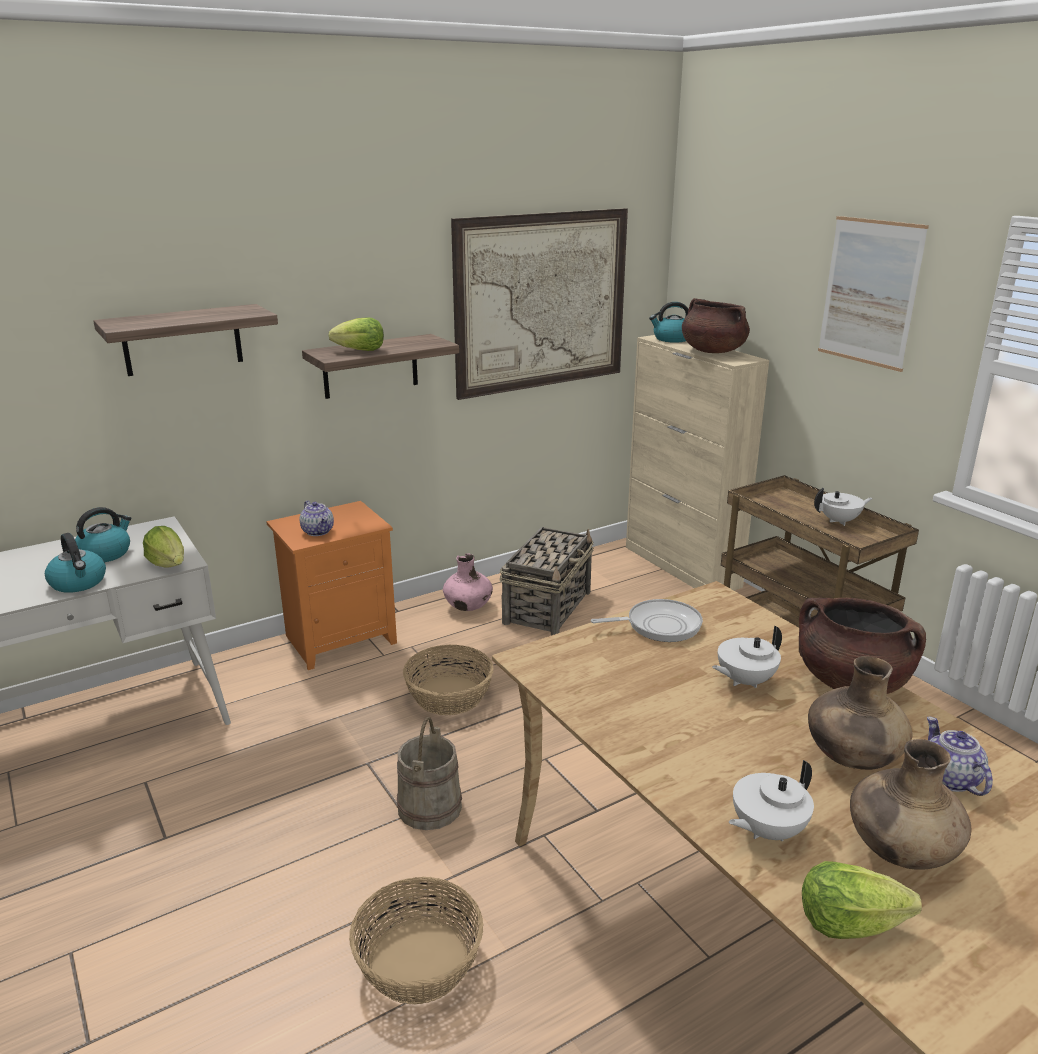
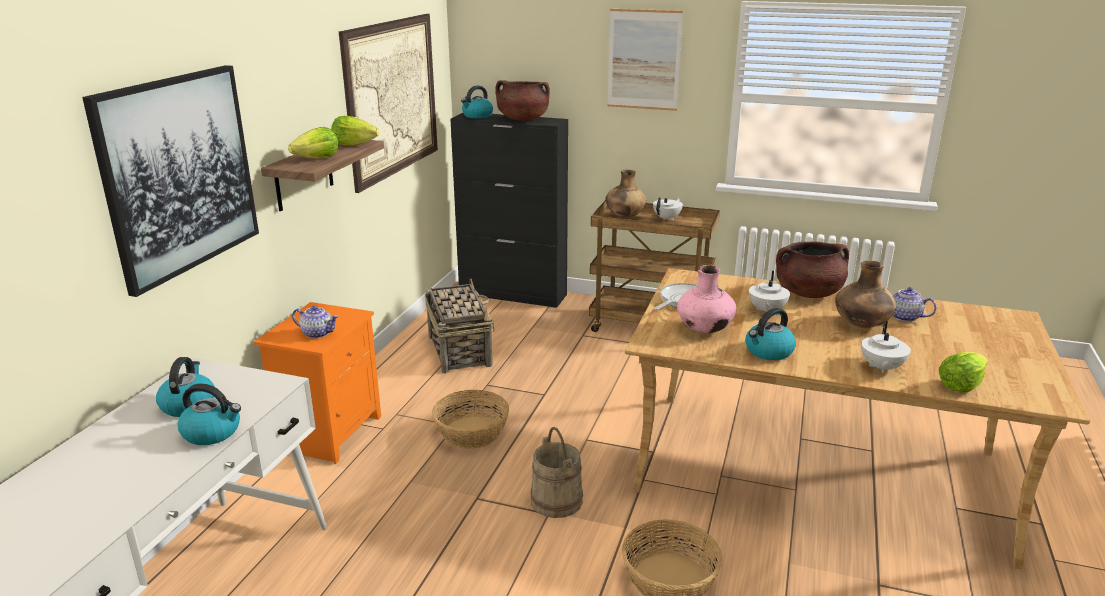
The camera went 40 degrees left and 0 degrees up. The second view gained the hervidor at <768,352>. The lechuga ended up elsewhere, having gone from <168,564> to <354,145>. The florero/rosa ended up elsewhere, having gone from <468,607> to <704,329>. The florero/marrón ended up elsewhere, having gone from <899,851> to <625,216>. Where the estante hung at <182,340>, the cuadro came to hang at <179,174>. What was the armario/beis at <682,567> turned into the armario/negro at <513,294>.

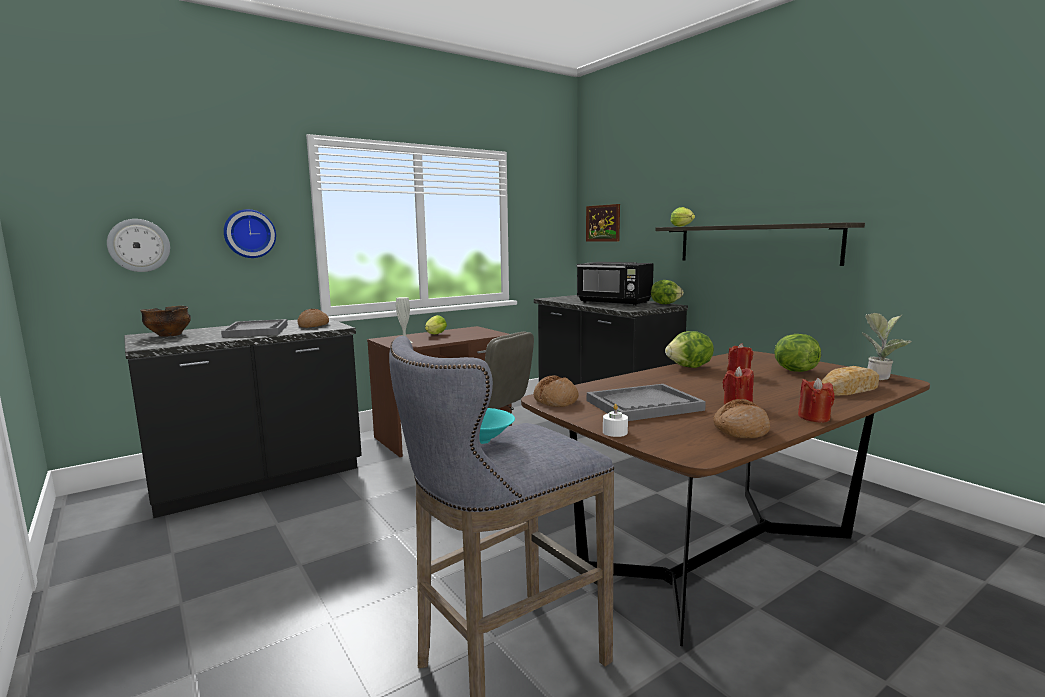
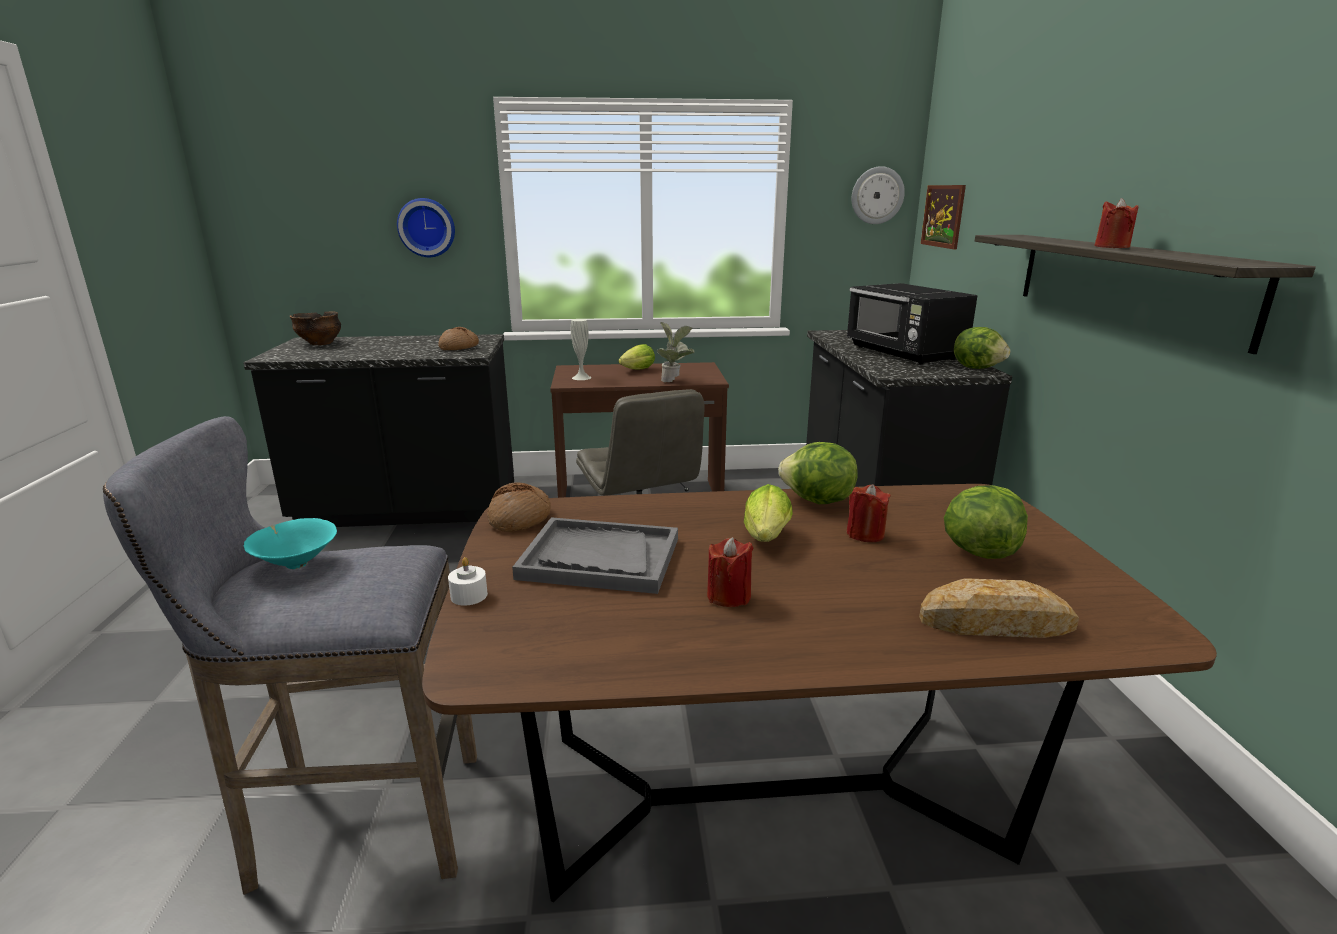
The camera went 30 degrees right and 10 degrees up. The second view lost the bandeja/gris at <257,330>. The second view lost the pan at <740,430>. The reloj de pared ended up elsewhere, having gone from <139,245> to <877,195>. The lechuga ended up elsewhere, having gone from <683,226> to <766,539>. The vela/rojo ended up elsewhere, having gone from <814,418> to <1111,247>. The planta en maceta ended up elsewhere, having gone from <881,377> to <674,381>.

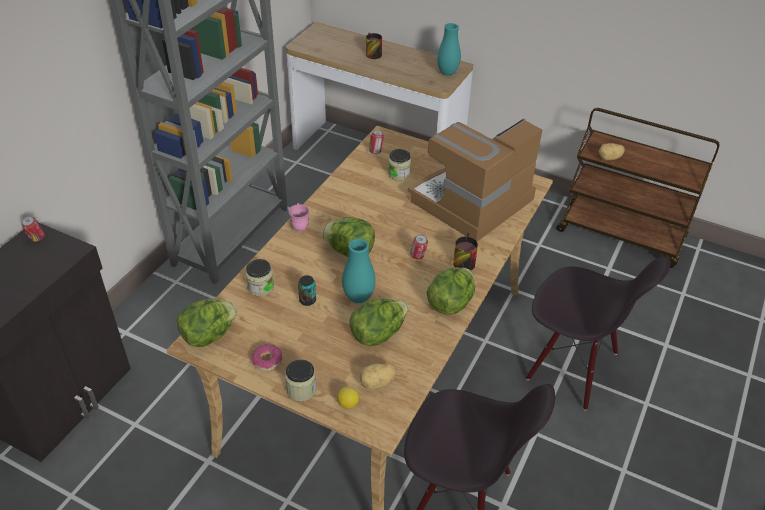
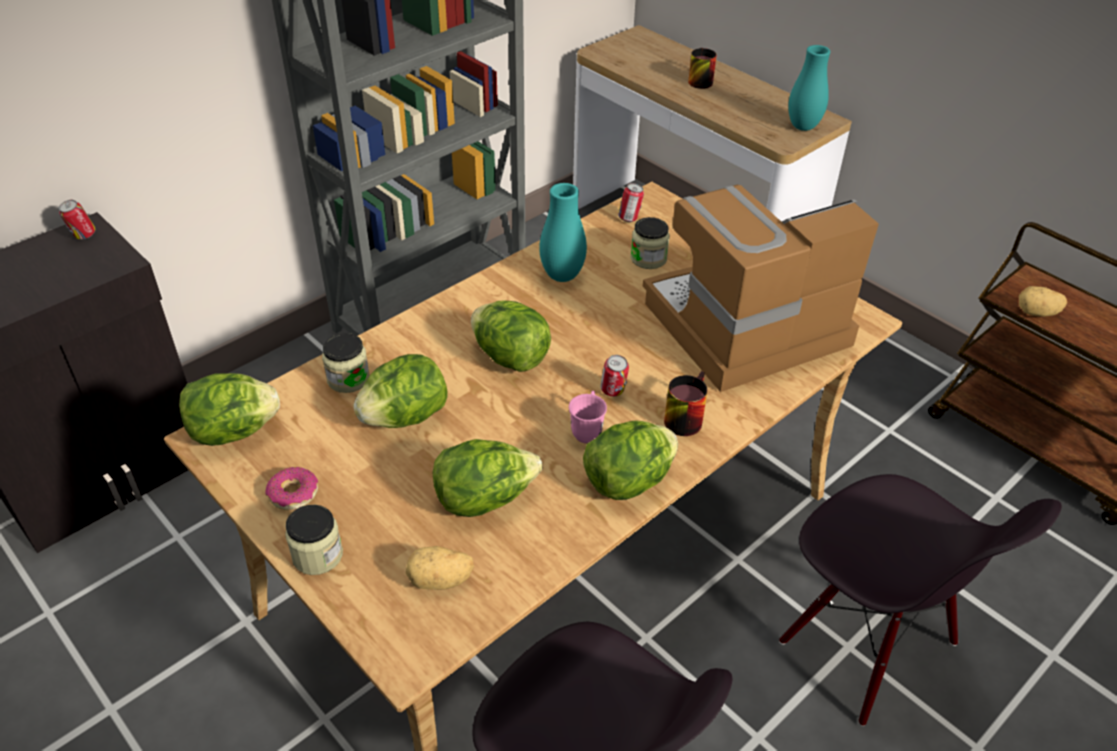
The camera went 20 degrees right and 0 degrees up. The second view lost the limón at <347,404>. The taza grande/rosa ended up elsewhere, having gone from <299,225> to <587,430>. The florero/turquesa ended up elsewhere, having gone from <358,297> to <562,276>. Where the lata stood at <307,300>, the lechuga came to stand at <405,417>.

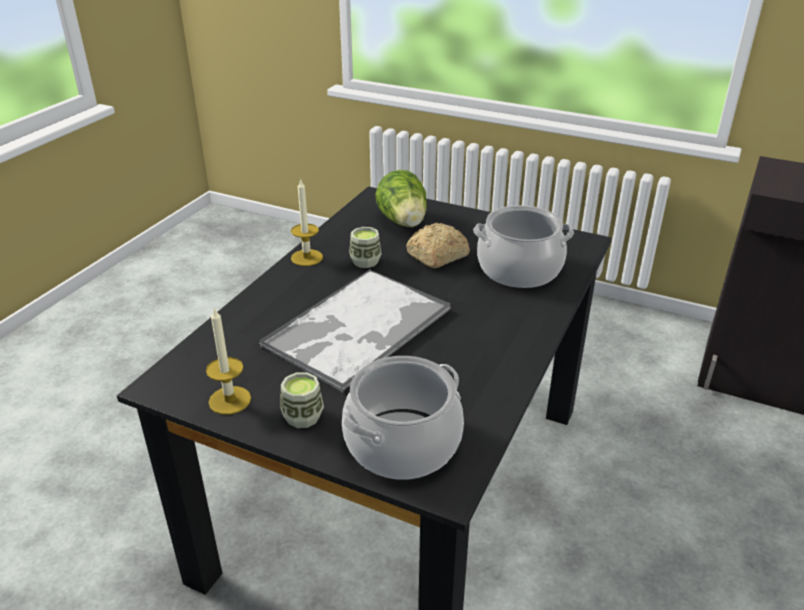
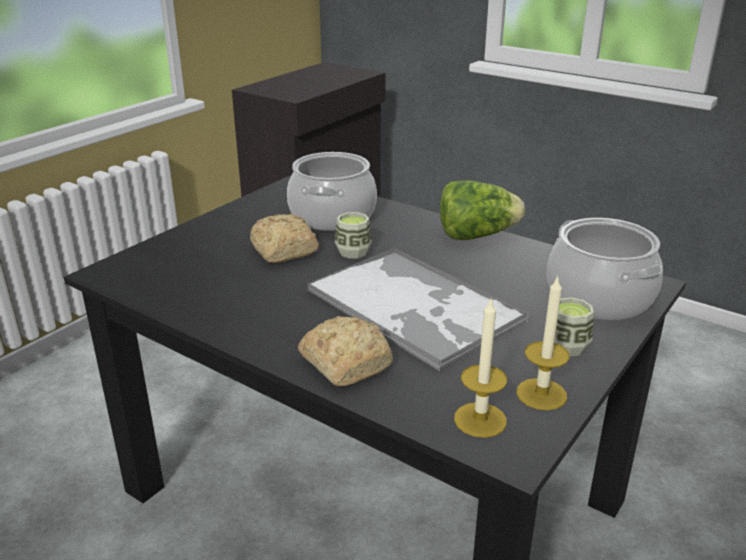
The camera went 80 degrees left and 5 degrees down. The second view gained the pan at <346,362>. The vela ended up elsewhere, having gone from <307,257> to <480,420>. The taza ended up elsewhere, having gone from <365,261> to <353,252>. The lechuga ended up elsewhere, having gone from <404,222> to <476,235>.

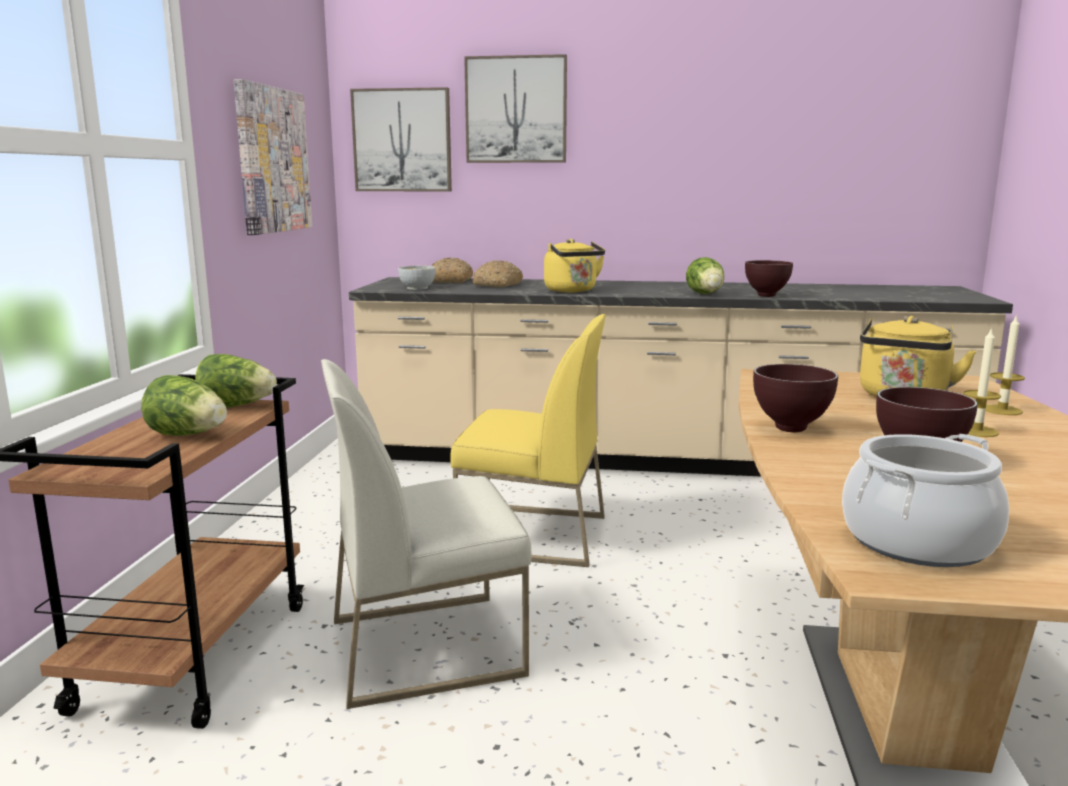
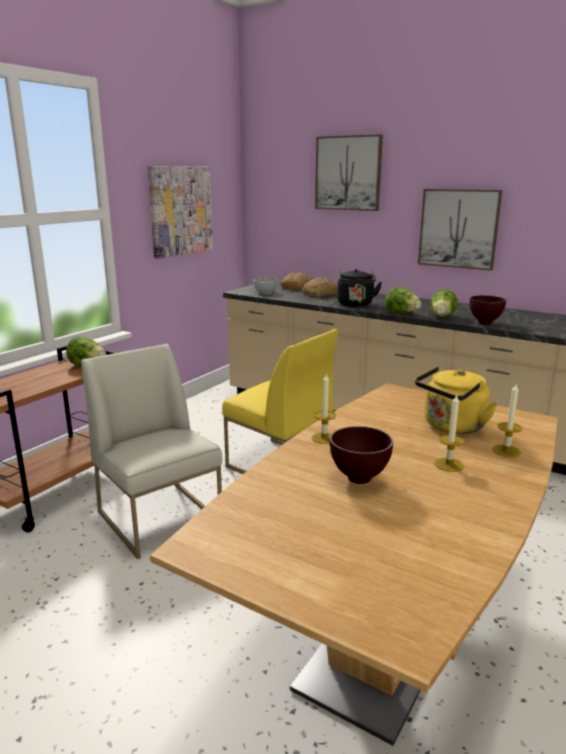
The camera went 25 degrees right and 5 degrees up. The second view lost the olla at <917,541>. The lechuga ended up elsewhere, having gone from <188,435> to <402,313>. The cuadro ended up elsewhere, having gone from <402,140> to <458,228>. Where the cuenco/marrón stood at <789,429>, the vela came to stand at <324,438>. What was the hervidor/amarillo at <572,291> turned into the hervidor/negro at <355,305>. The silla/blanco at <427,646> ended up facing another way, 45 degrees clockwise from before.

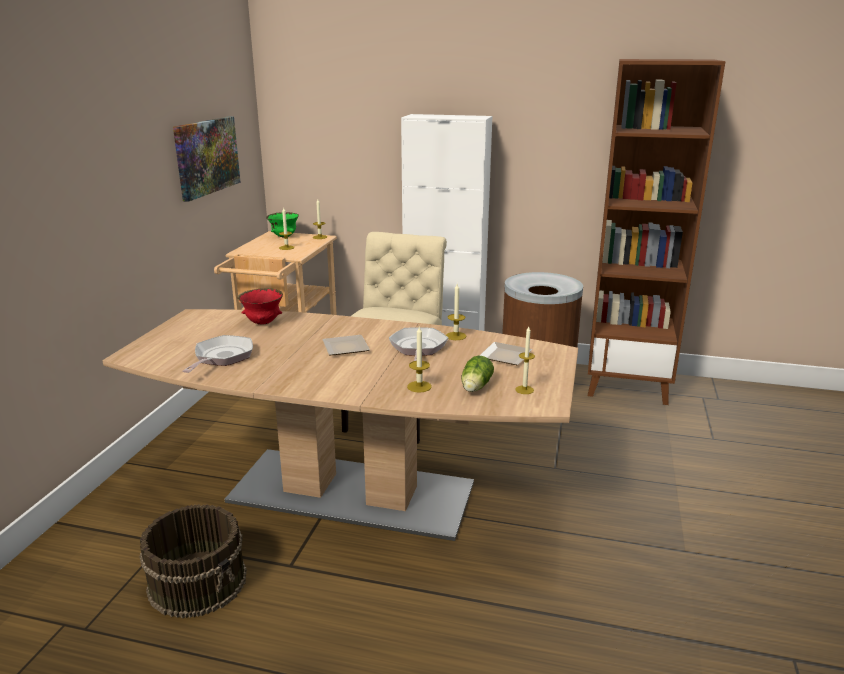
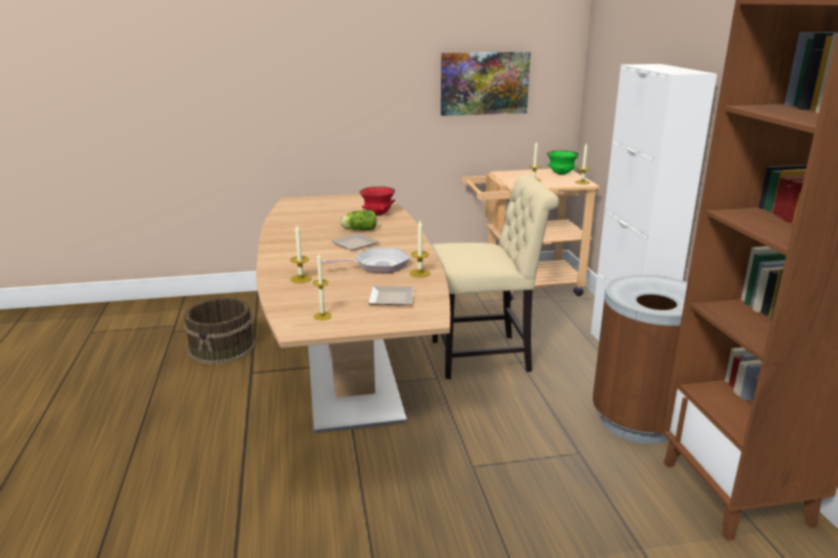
The camera went 65 degrees right and 0 degrees up. The second view lost the sartén at <222,357>. The lechuga ended up elsewhere, having gone from <475,387> to <358,230>.

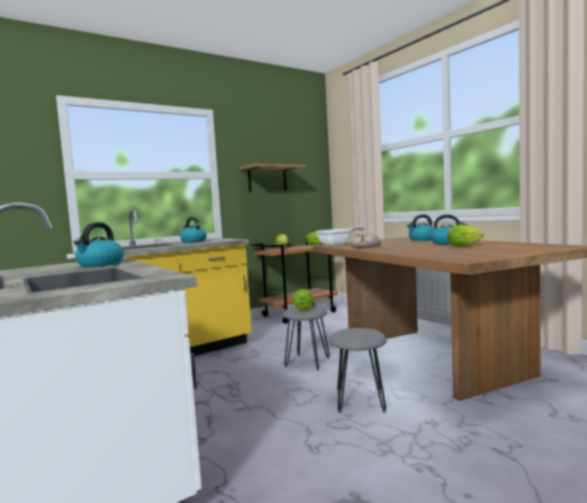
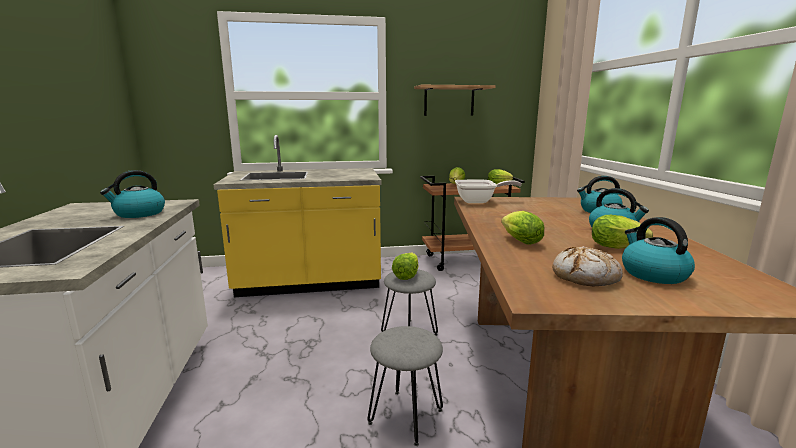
The camera went 25 degrees right and 10 degrees up. The second view gained the lechuga at <518,241>. The hervidor ended up elsewhere, having gone from <193,241> to <652,274>. The pan ended up elsewhere, having gone from <365,247> to <585,276>.

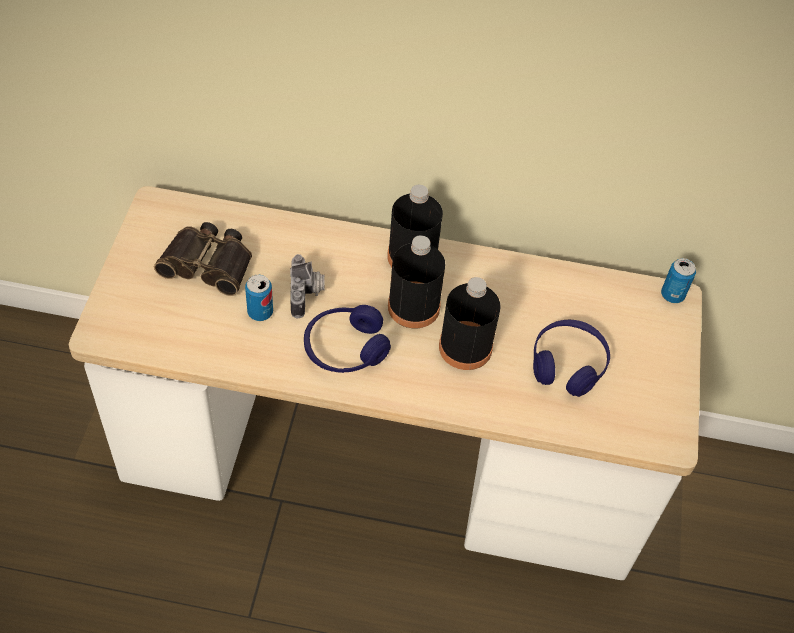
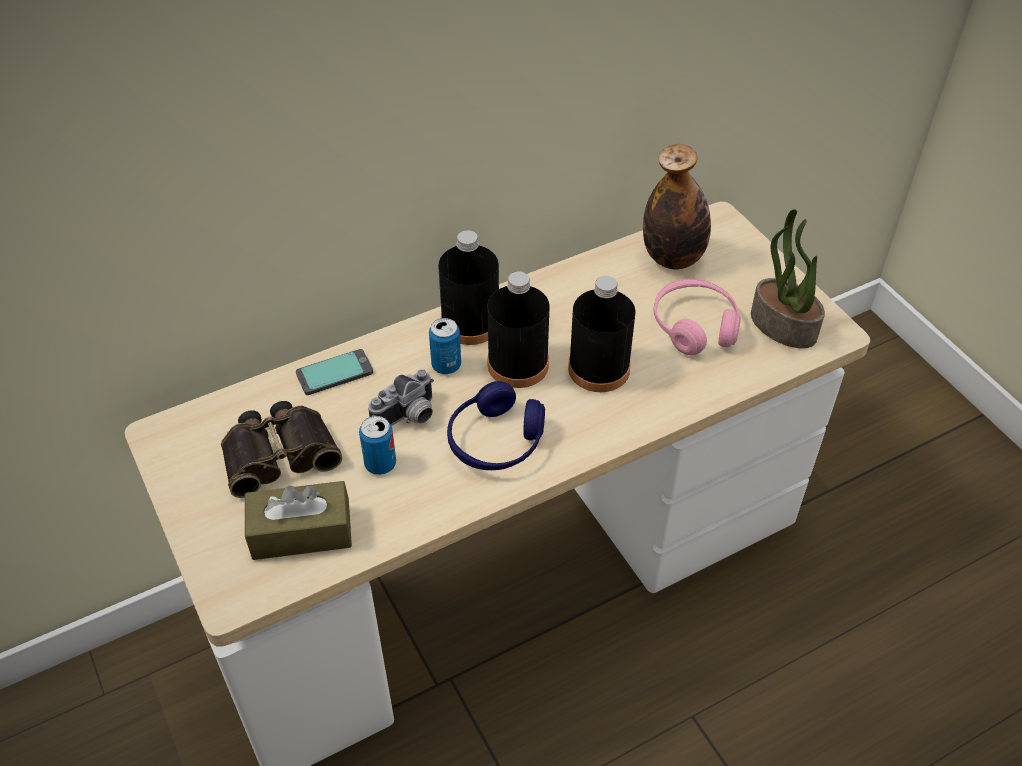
The camera went 35 degrees left and 5 degrees down. The second view gained the caja de pañuelos/marrón at <301,532>. The second view gained the móvil at <334,373>. The second view gained the botella at <673,258>. The second view gained the planta en maceta at <781,326>. The lata ended up elsewhere, having gone from <672,295> to <446,365>. What was the auriculares/azul at <568,364> turned into the auriculares/rosa at <694,326>. The cámara at <307,294> ended up facing another way, 90 degrees clockwise from before.

